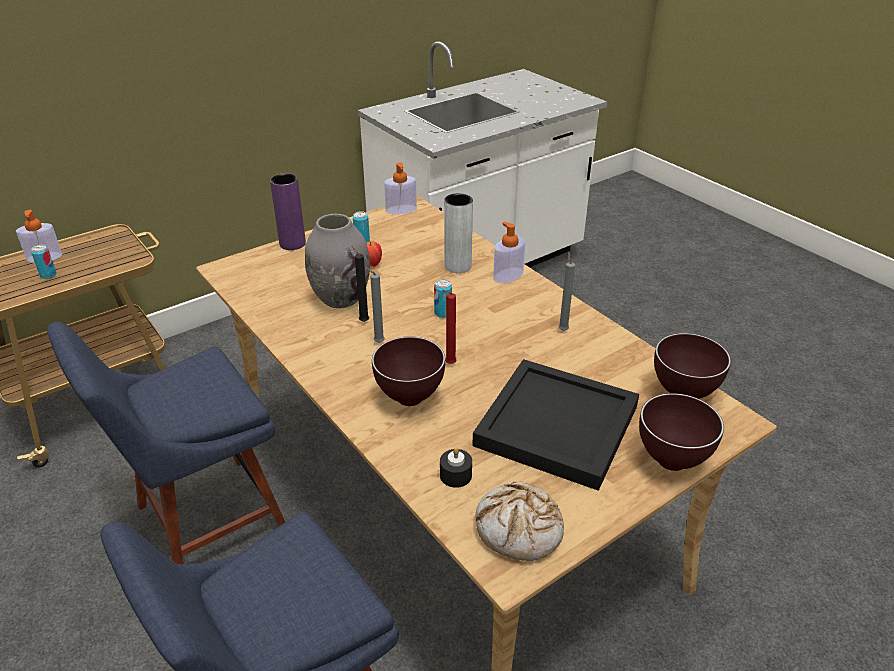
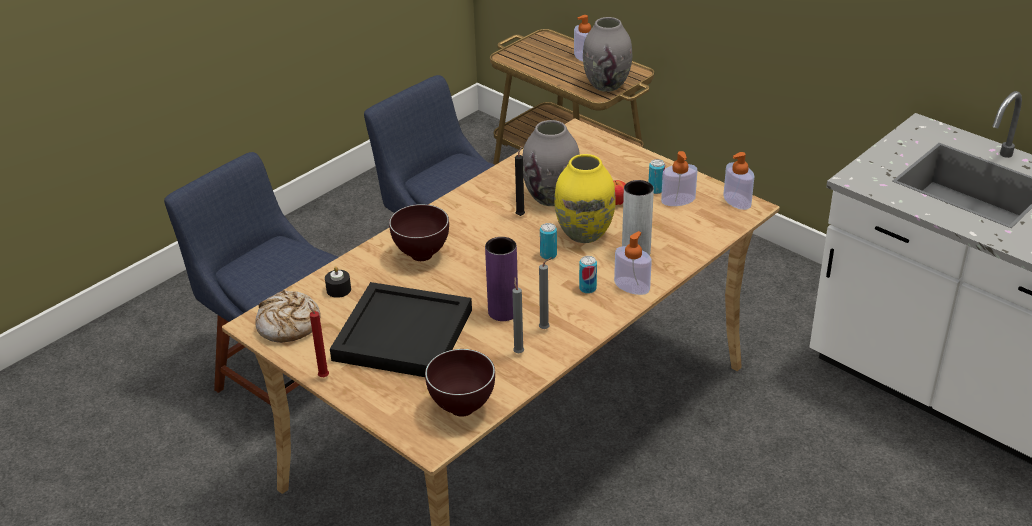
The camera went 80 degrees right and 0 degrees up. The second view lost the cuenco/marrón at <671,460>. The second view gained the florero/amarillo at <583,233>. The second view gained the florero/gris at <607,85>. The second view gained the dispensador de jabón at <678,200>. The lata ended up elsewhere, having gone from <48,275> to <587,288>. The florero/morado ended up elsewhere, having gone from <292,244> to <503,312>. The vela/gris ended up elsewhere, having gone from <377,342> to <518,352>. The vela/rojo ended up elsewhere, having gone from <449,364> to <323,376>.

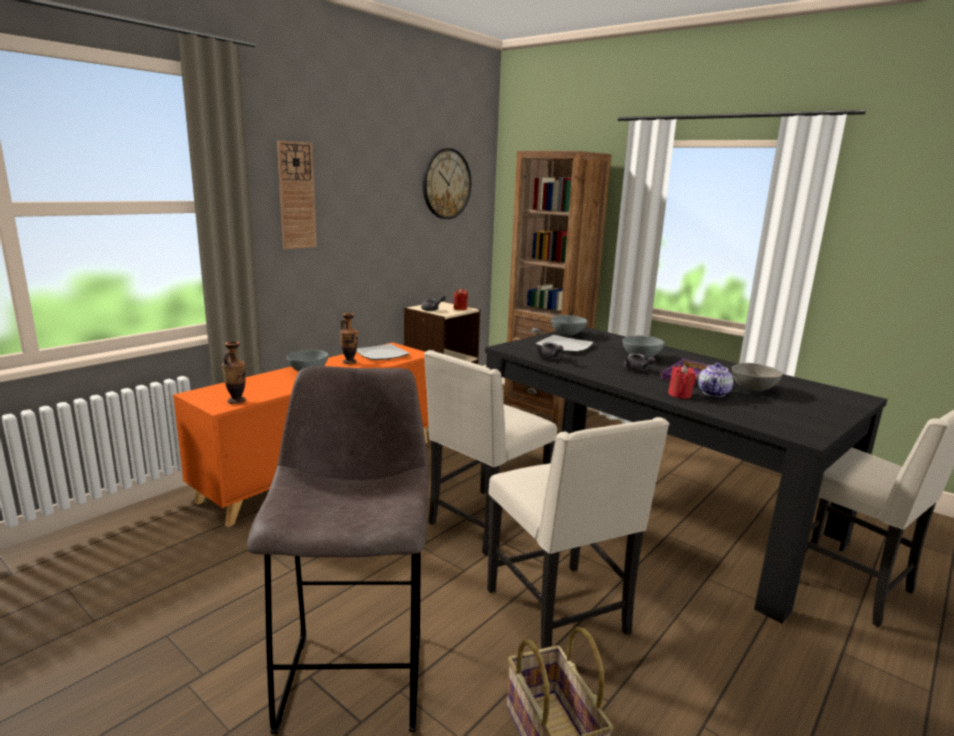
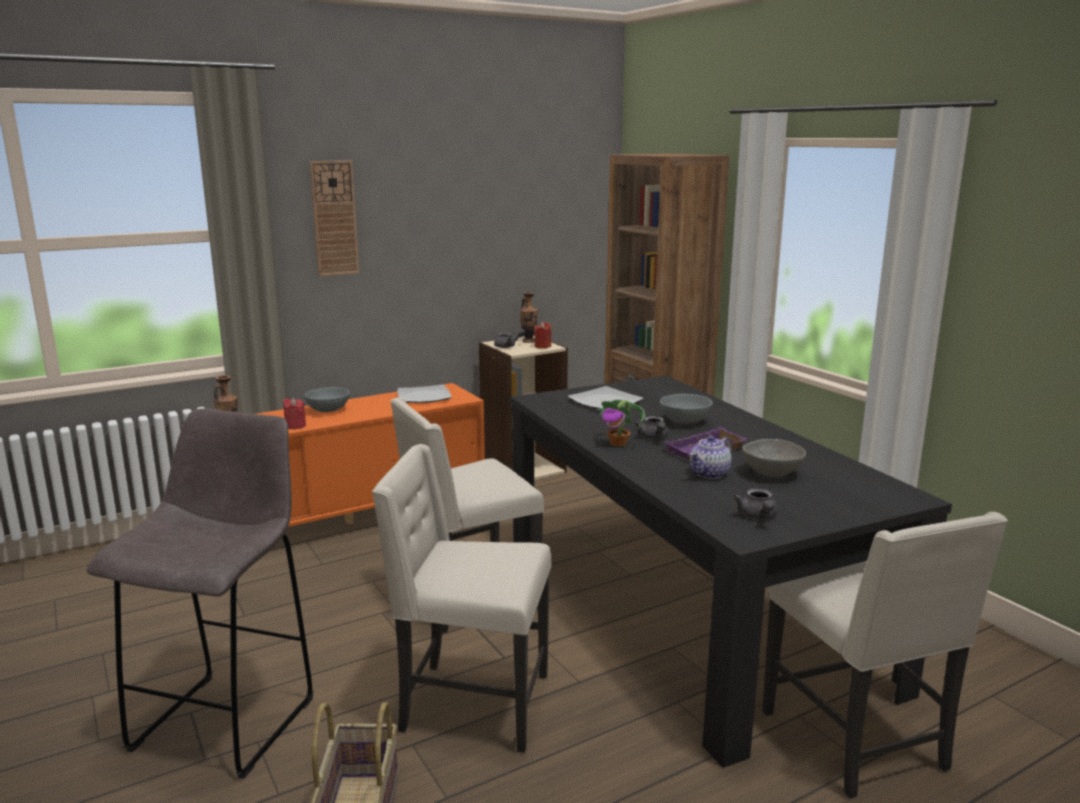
The camera went 20 degrees right and 0 degrees up. The second view lost the reloj de pared at <446,184>. The second view lost the cuenco/gris at <567,334>. The second view gained the planta en maceta at <619,443>. The florero ended up elsewhere, having gone from <349,362> to <529,341>. The tetera/gris ended up elsewhere, having gone from <550,358> to <758,516>. The vela/rojo ended up elsewhere, having gone from <680,395> to <295,426>. The silla/beis at <560,612> ended up facing another way, 105 degrees clockwise from before.

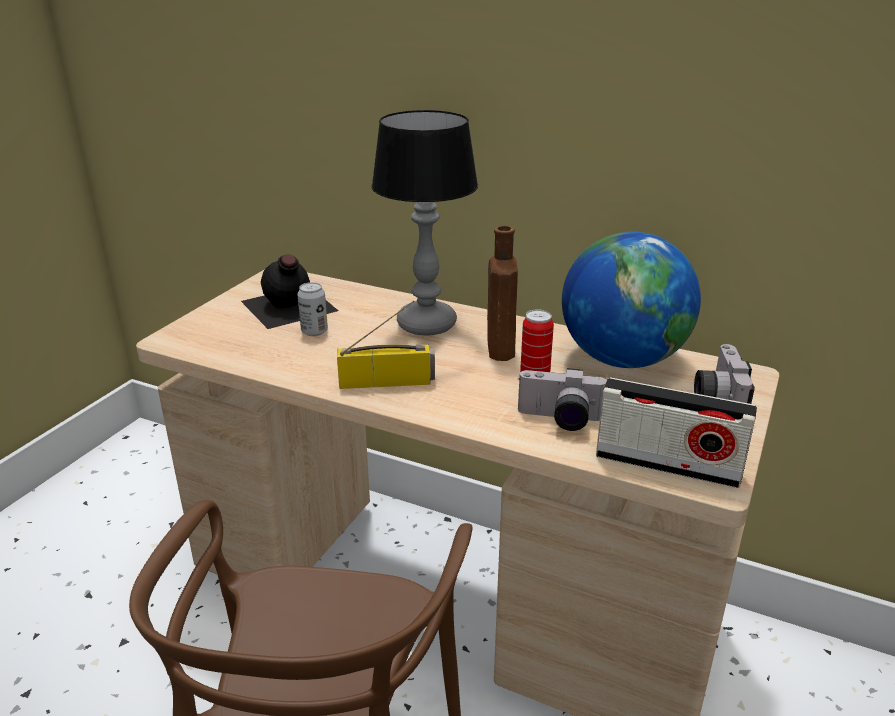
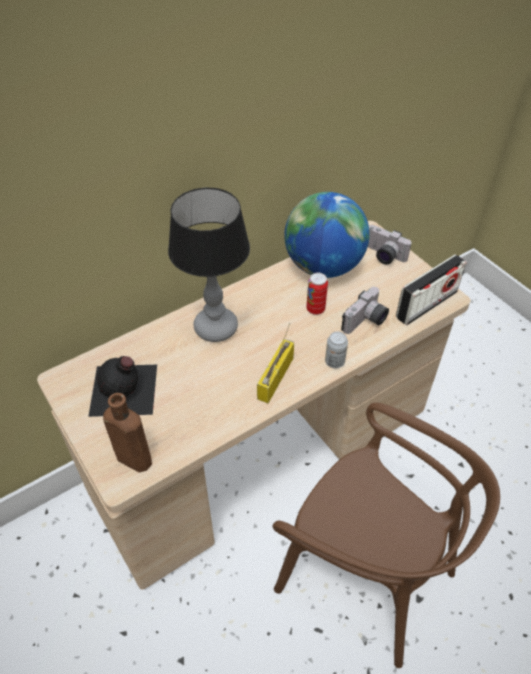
The camera went 60 degrees left and 20 degrees up. The lata ended up elsewhere, having gone from <314,331> to <334,362>. The botella/marrón ended up elsewhere, having gone from <500,348> to <132,458>.

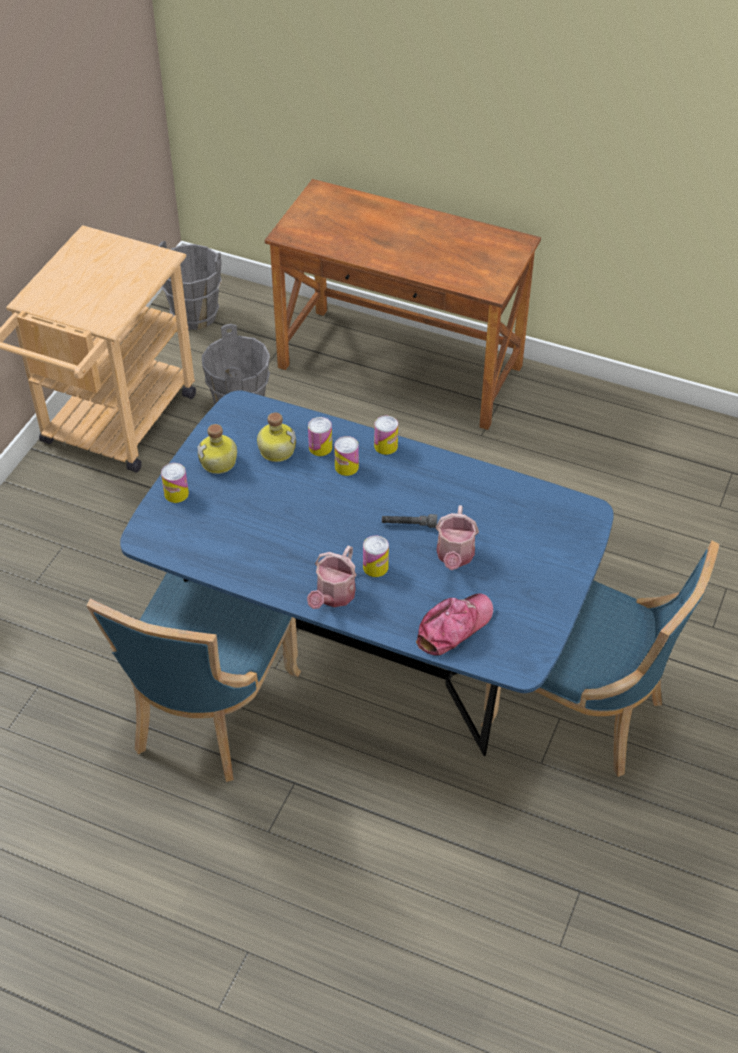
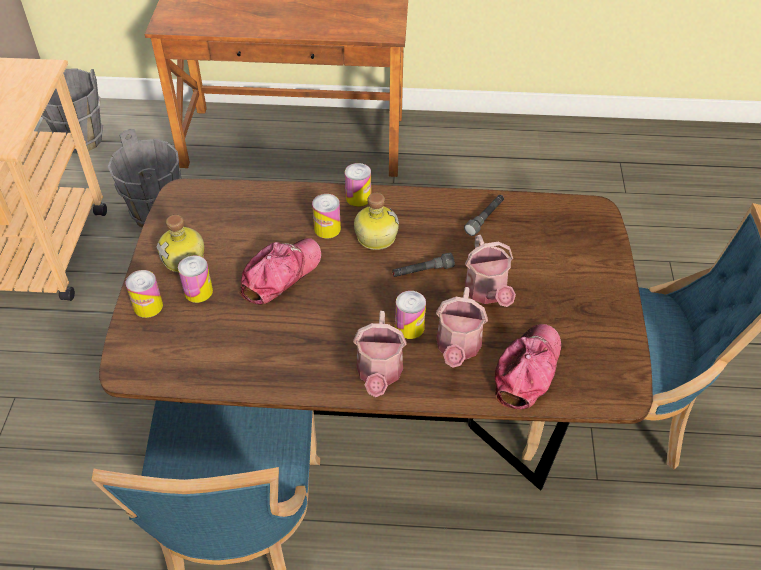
The camera went 20 degrees left and 0 degrees up. The second view gained the gorra at <280,274>. The second view gained the regadera at <458,348>. The second view gained the linterna/gris at <485,218>. The botella ended up elsewhere, having gone from <276,450> to <375,236>. The lata ended up elsewhere, having gone from <320,447> to <198,291>. What was the mesa de comedor/azul at <367,652> turned into the mesa de comedor/marrón at <379,417>.

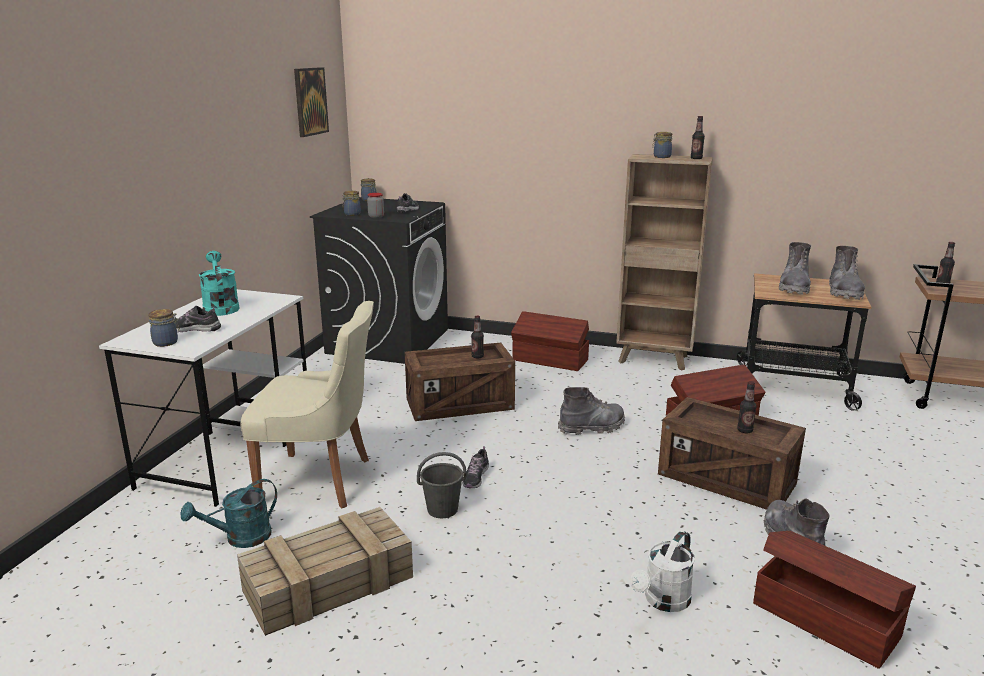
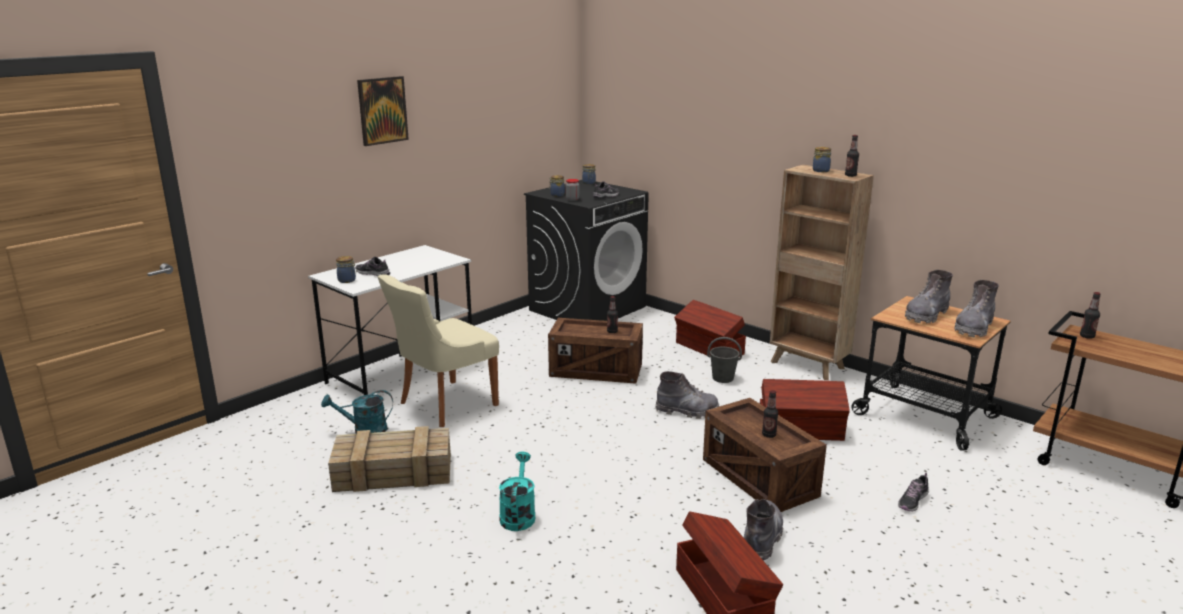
The camera went 25 degrees right and 0 degrees up. The second view lost the regadera/blanco at <663,601>. The regadera/turquesa ended up elsewhere, having gone from <220,307> to <518,514>. The cuadro ended up elsewhere, having gone from <310,101> to <382,110>. The cubo/gris ended up elsewhere, having gone from <443,509> to <723,378>. The zapato ended up elsewhere, having gone from <475,477> to <912,501>. The silla/beis at <320,480> ended up facing another way, 105 degrees clockwise from before.

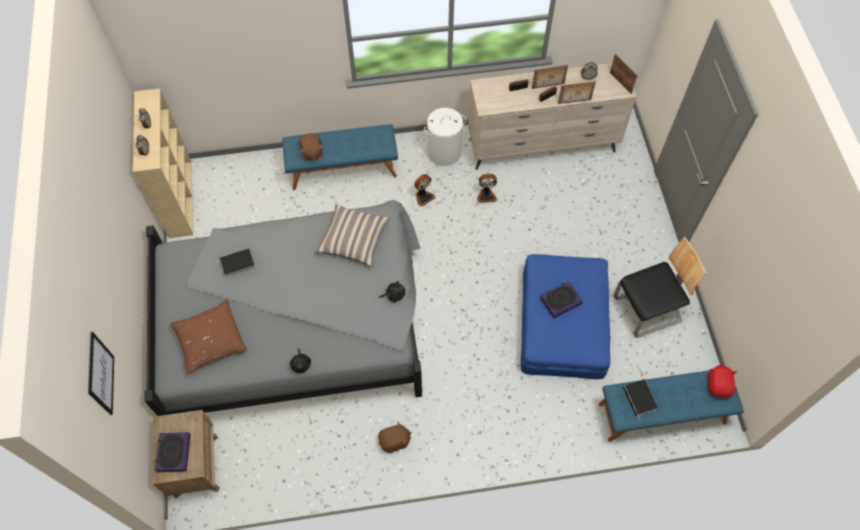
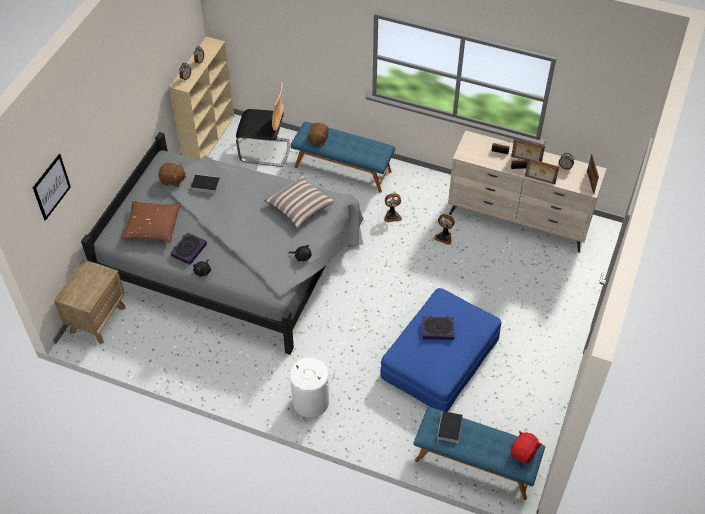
The camera went 30 degrees right and 10 degrees down. The libro ended up elsewhere, having gone from <173,453> to <188,250>. The peluche/marrón ended up elsewhere, having gone from <394,441> to <173,180>. The cesto de la ropa/blanco ended up elsewhere, having gone from <444,152> to <310,402>. The silla ended up elsewhere, having gone from <647,310> to <265,151>.

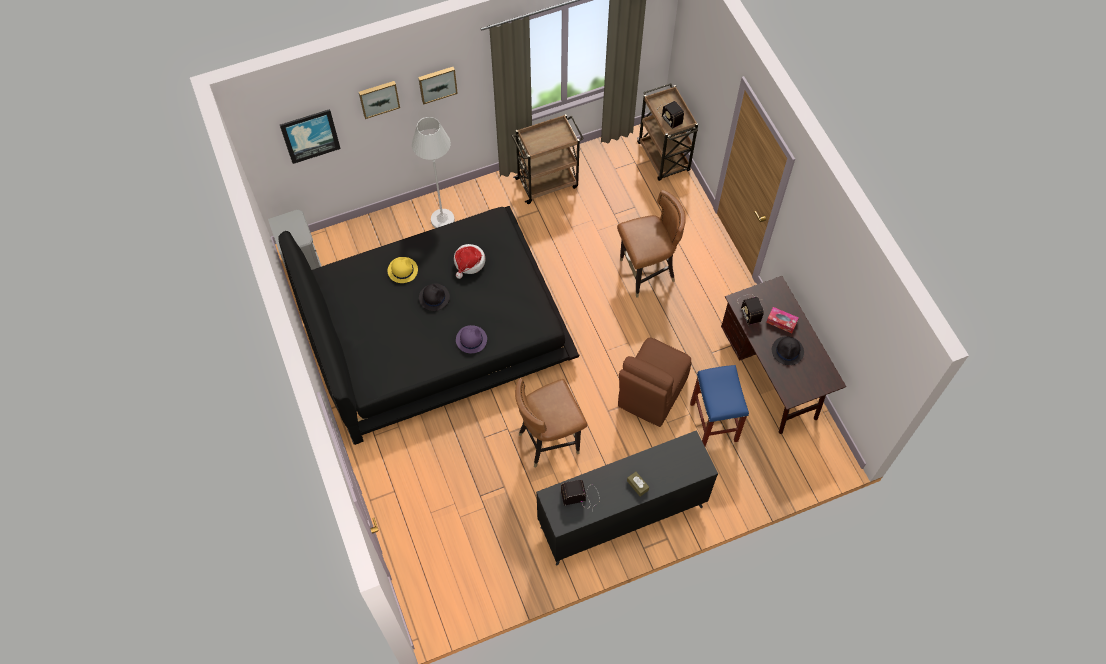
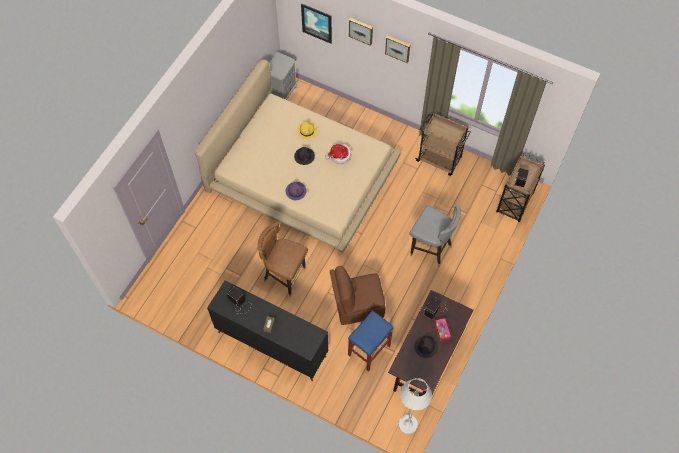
The camera went 50 degrees right and 0 degrees up. The lámpara de pie/blanco ended up elsewhere, having gone from <442,219> to <408,424>. What was the cama/negro at <434,327> turned into the cama/beis at <302,175>. What was the silla/marrón at <646,273> turned into the silla/gris at <430,249>.

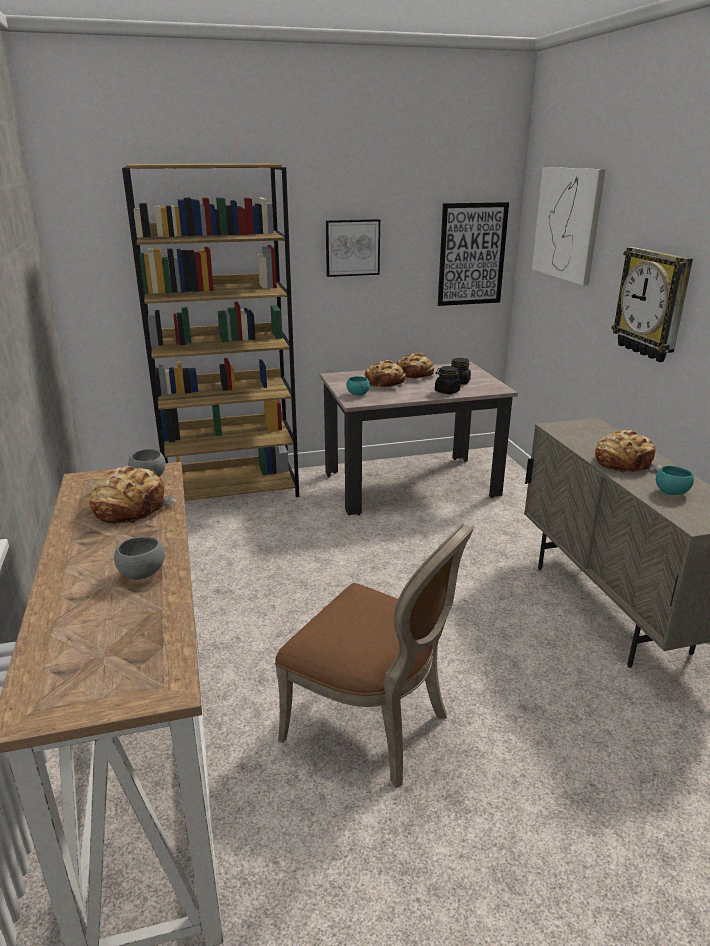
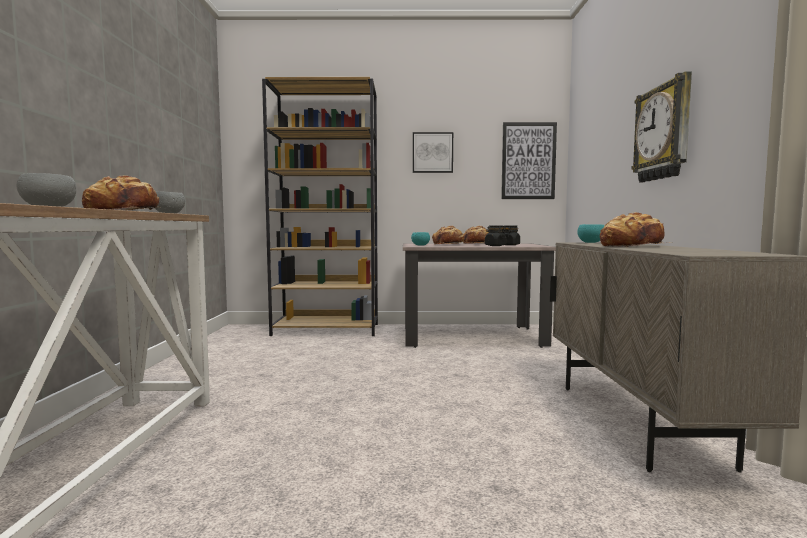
The camera went 15 degrees right and 20 degrees down. The second view lost the silla/marrón at <374,725>. The second view lost the cuadro at <567,224>. The cuenco/turquesa ended up elsewhere, having gone from <671,492> to <590,242>.

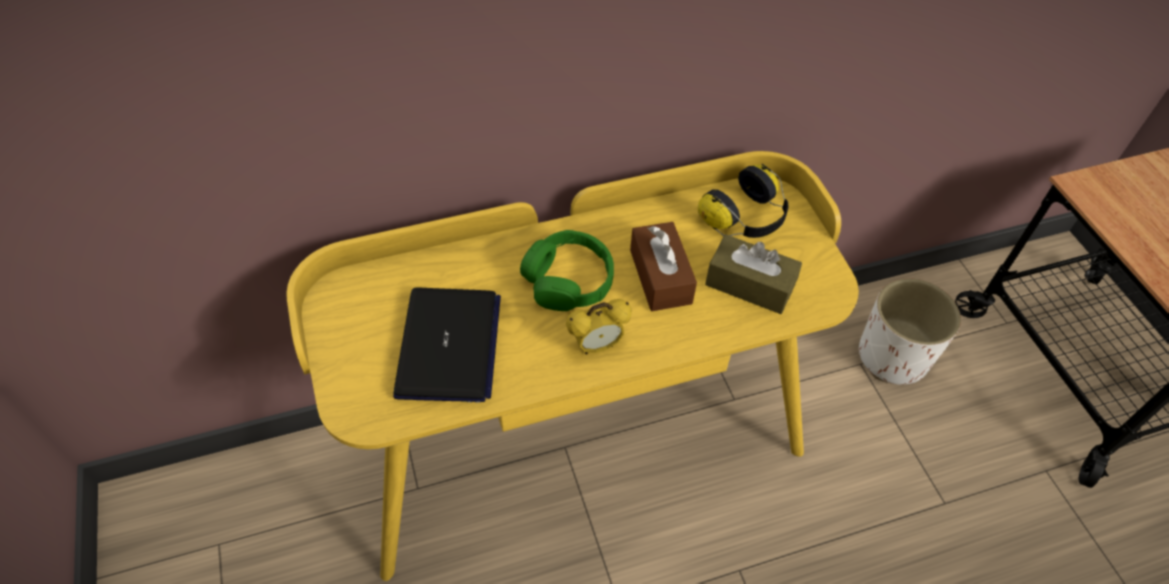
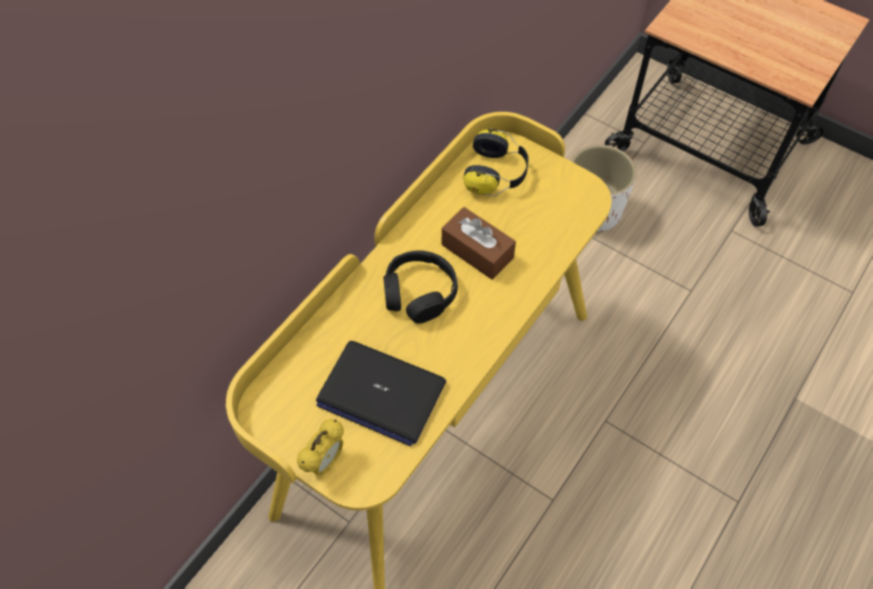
The camera went 35 degrees left and 5 degrees up. The second view lost the caja de pañuelos/marrón at <749,284>. The despertador ended up elsewhere, having gone from <597,346> to <325,462>. What was the auriculares/verde at <568,280> turned into the auriculares/negro at <419,293>. The portátil at <449,346> ended up facing another way, 150 degrees clockwise from before.

